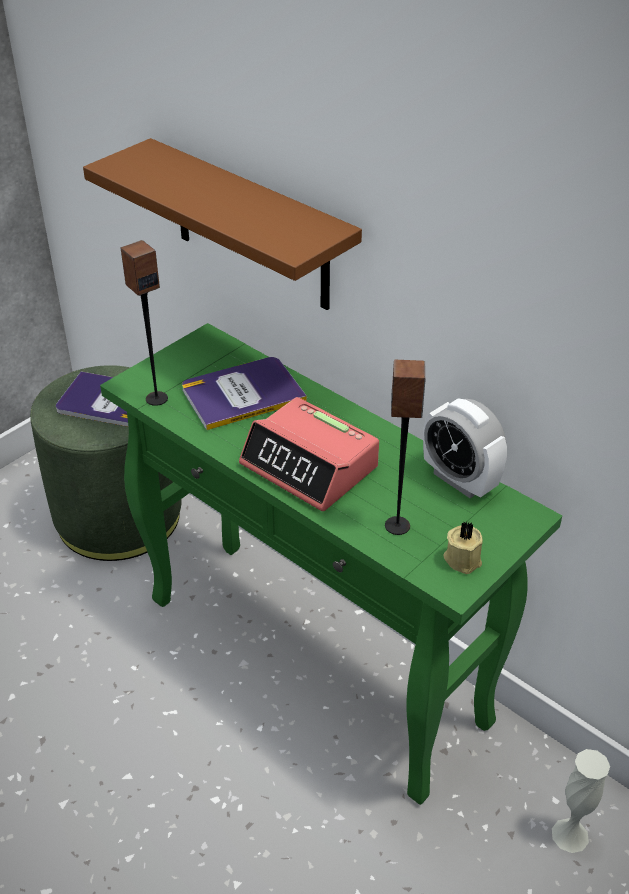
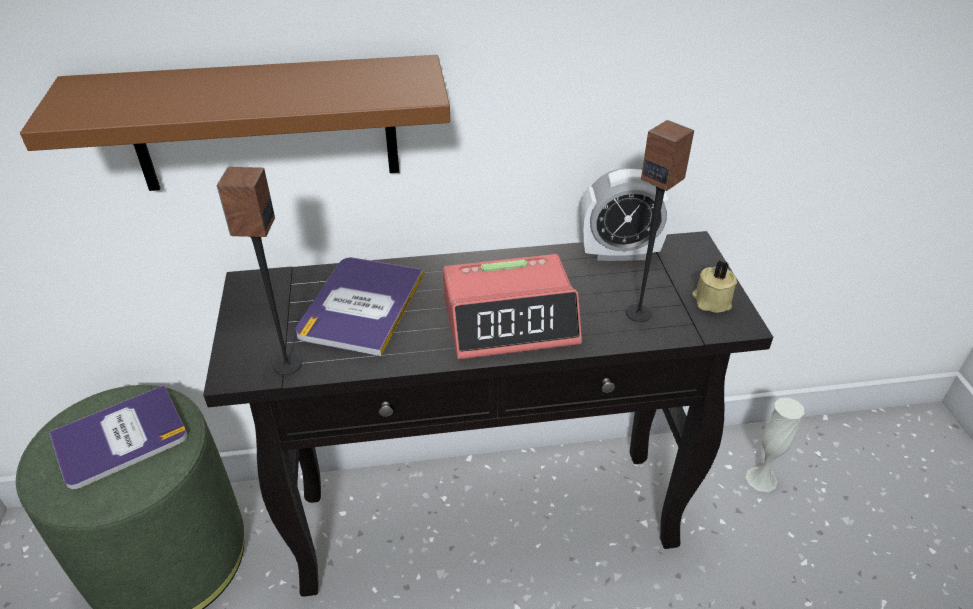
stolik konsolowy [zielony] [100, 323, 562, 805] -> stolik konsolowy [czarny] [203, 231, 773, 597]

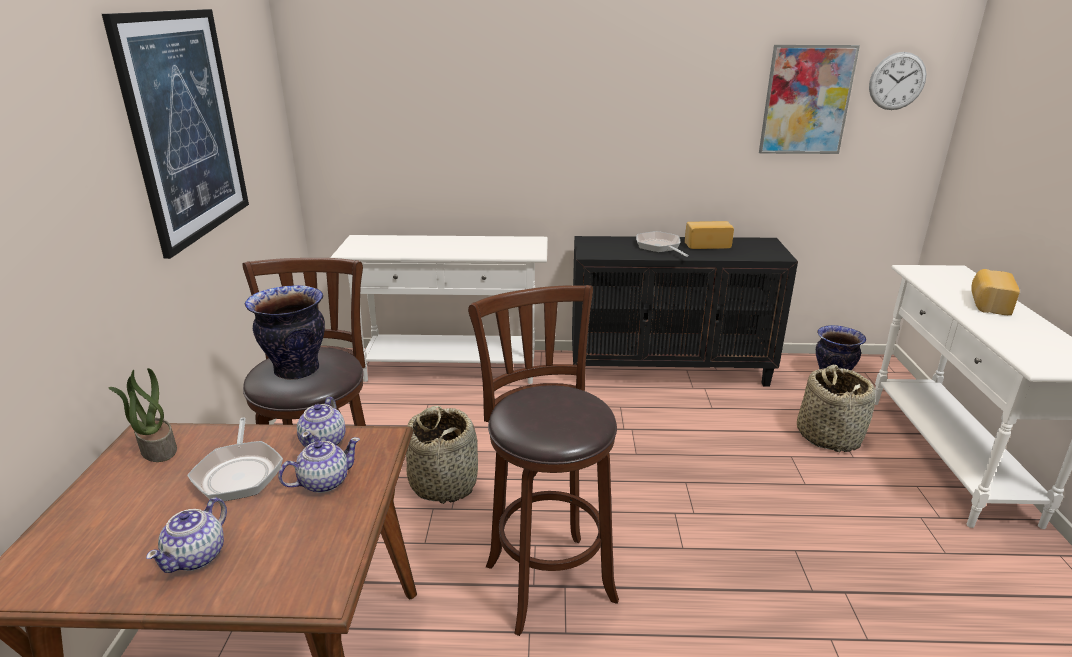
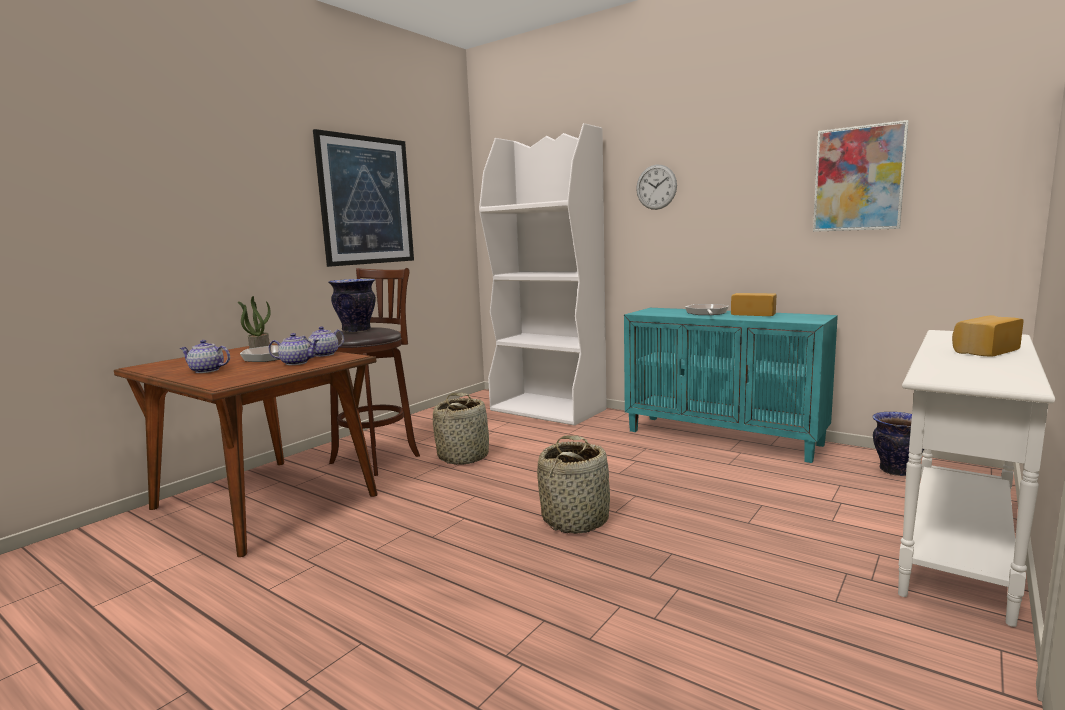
imbryk [146, 497, 227, 573] -> imbryk [180, 340, 230, 373], 45 degrees clockwise
stolik konsolowy [biały] [330, 235, 548, 384] -> regał [biały] [479, 123, 607, 426]
koszyk [797, 365, 875, 452] -> koszyk [537, 435, 610, 534], move
szafka [czarny] [572, 236, 798, 386] -> szafka [turkusowy] [624, 308, 838, 463]
zegar ścienny [869, 52, 926, 110] -> zegar ścienny [636, 165, 677, 210], move
stołek [brązowy] [468, 285, 619, 636] -> none

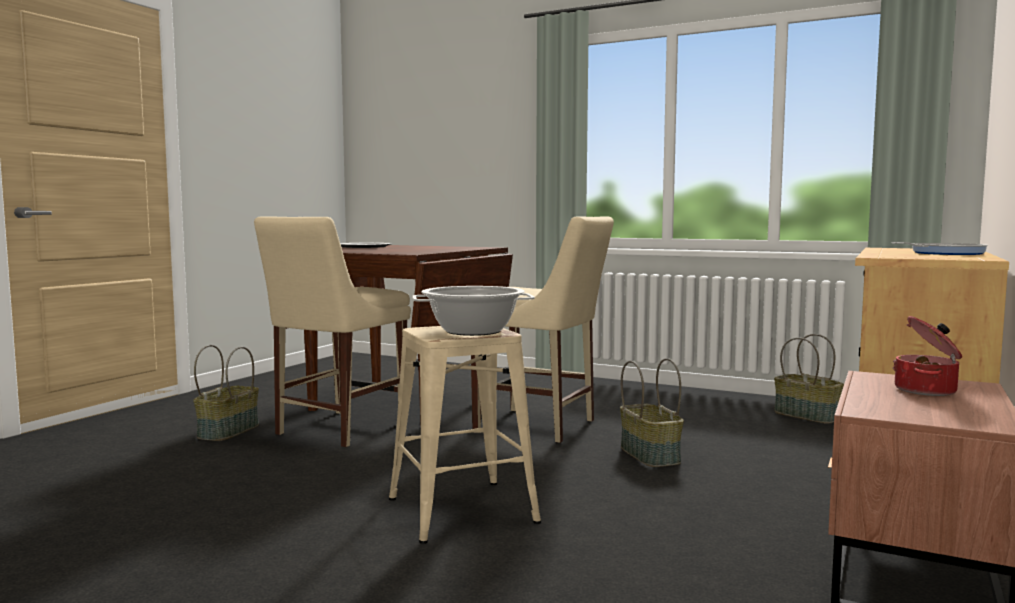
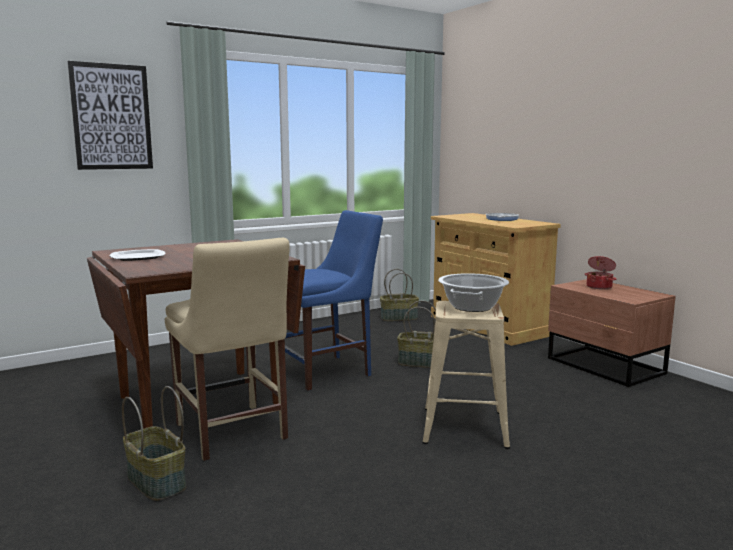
none -> obraz [67, 61, 153, 170]
krzesło [beżowy] [471, 216, 614, 443] -> krzesło [niebieski] [285, 210, 383, 391]

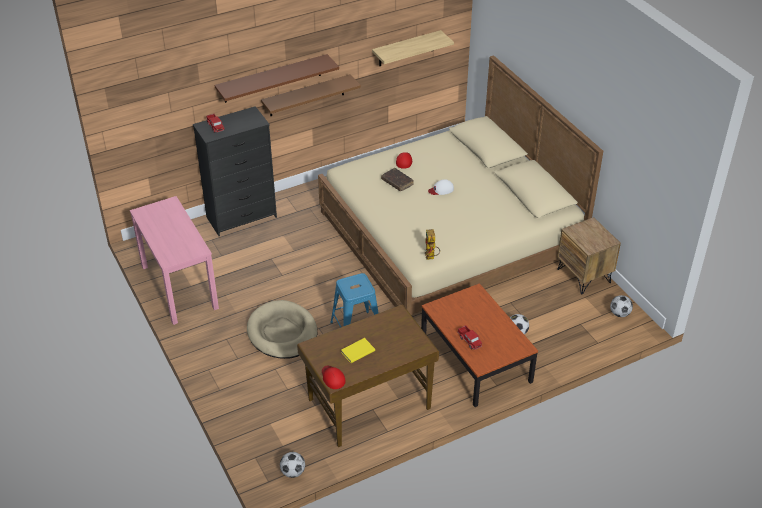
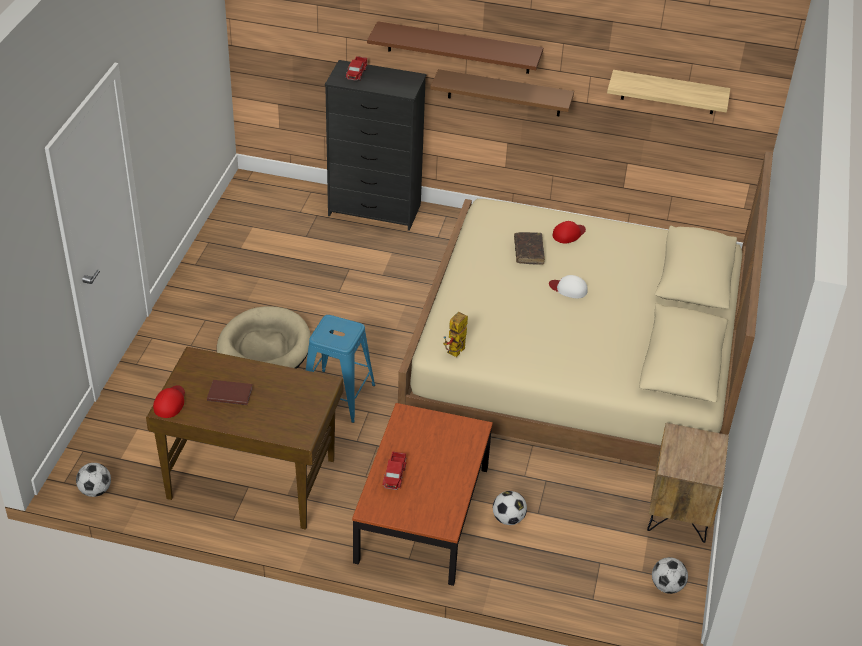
książka [żółty] [341, 338, 375, 363] -> książka [brązowy] [207, 380, 253, 405]
stolik konsolowy [różowy] [130, 196, 219, 325] -> none

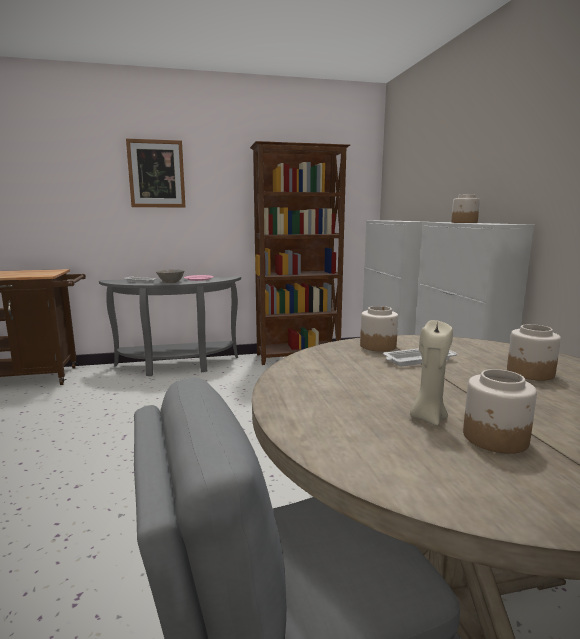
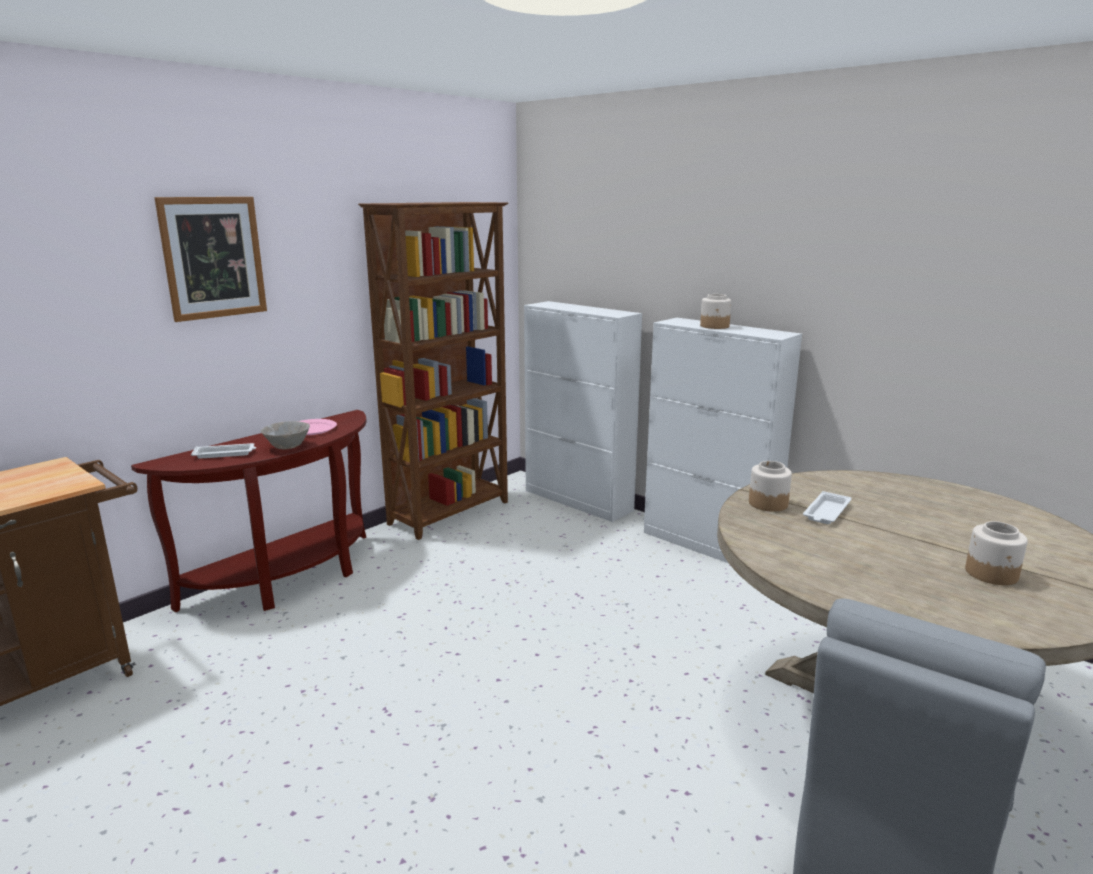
stolik konsolowy [szary] [99, 276, 241, 376] -> stolik konsolowy [brązowy] [131, 410, 367, 612]
świeca [beżowy] [410, 320, 453, 426] -> none
słoik [507, 324, 561, 381] -> none

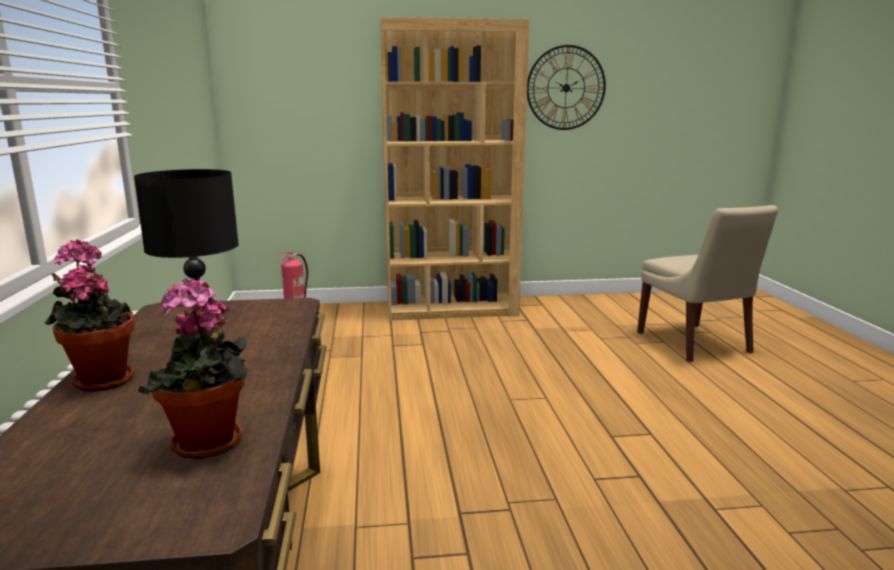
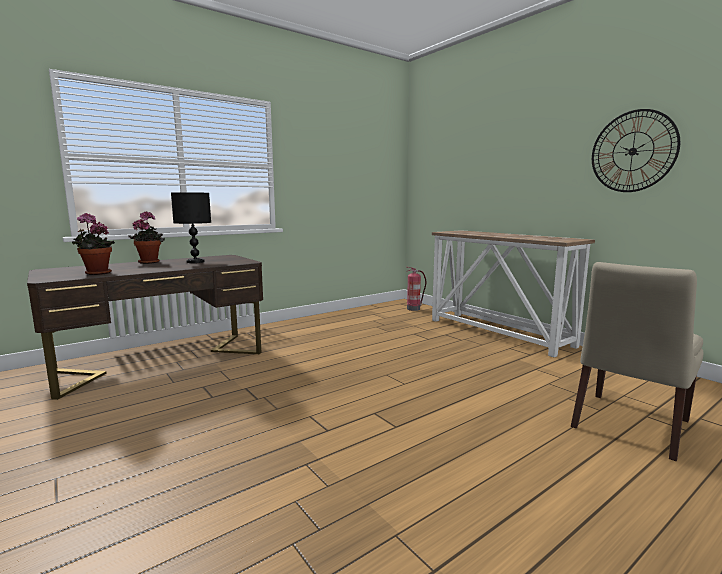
regał [brązowy] [380, 17, 529, 320] -> stolik konsolowy [432, 230, 595, 357]

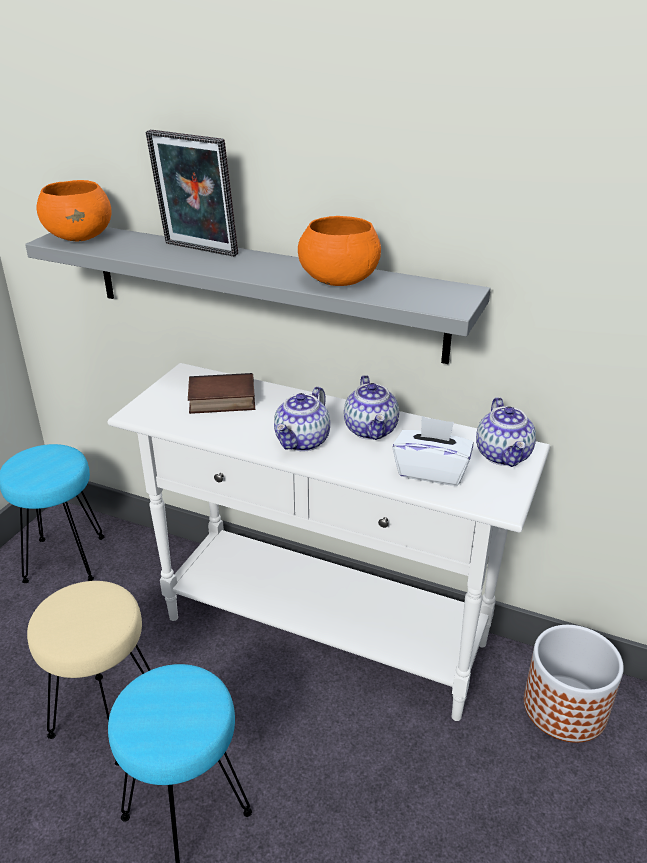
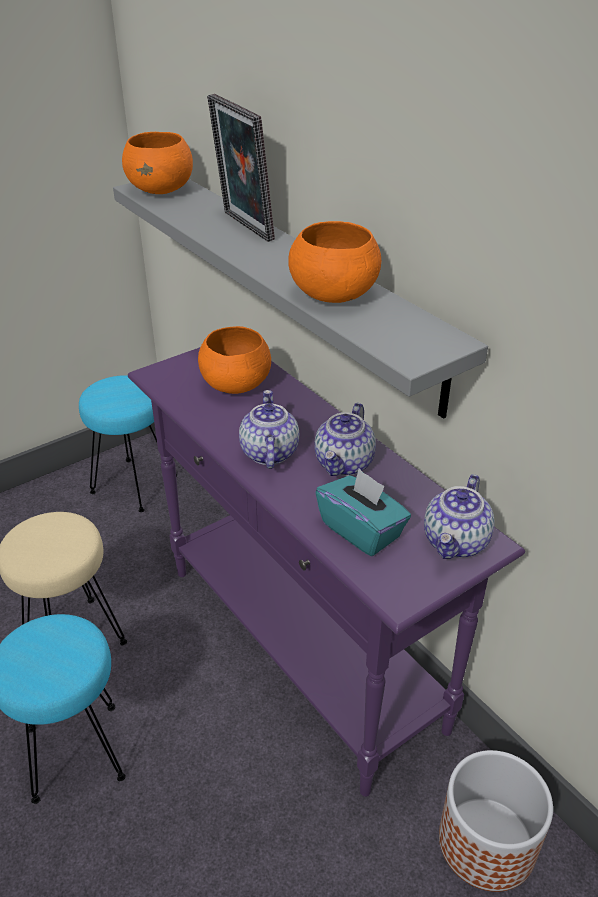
stolik konsolowy [biały] [108, 363, 550, 721] -> stolik konsolowy [fioletowy] [128, 347, 525, 797]
książka [188, 373, 255, 414] -> miska [pomarańczowy] [198, 326, 271, 394]
imbryk [274, 386, 330, 451] -> imbryk [239, 390, 299, 469], 120 degrees clockwise
pudełko chusteczek [biały] [393, 416, 474, 486] -> pudełko chusteczek [turkusowy] [315, 468, 411, 556]

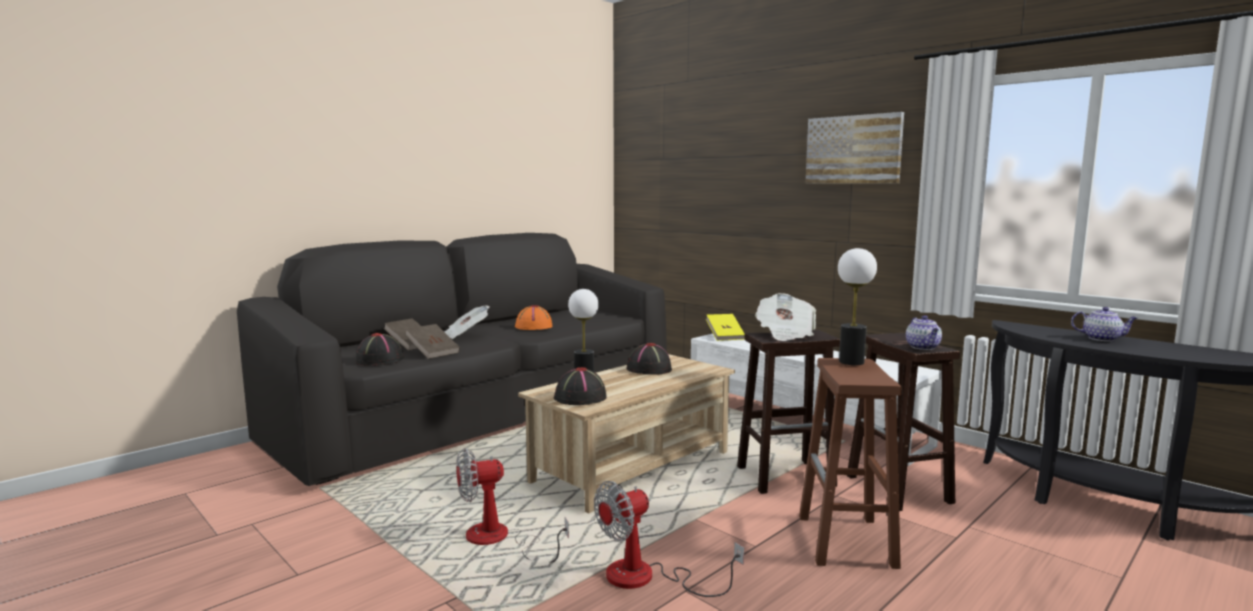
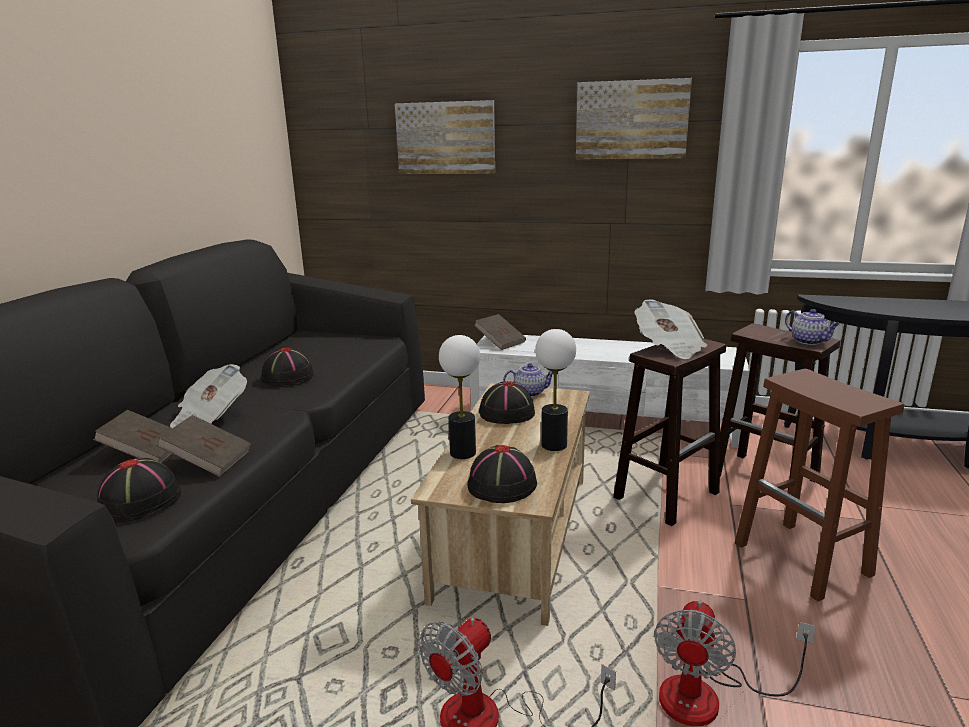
kapelusz [pomarańczowy] [515, 305, 552, 330] -> kapelusz [czarny] [261, 348, 314, 386]
none -> obraz [395, 100, 495, 174]
książka [żółty] [706, 314, 745, 341] -> książka [brązowy] [474, 314, 526, 350]
imbryk [1071, 307, 1137, 341] -> imbryk [503, 363, 553, 397], move
lampa stołowa [838, 248, 877, 365] -> lampa stołowa [535, 329, 576, 451], move

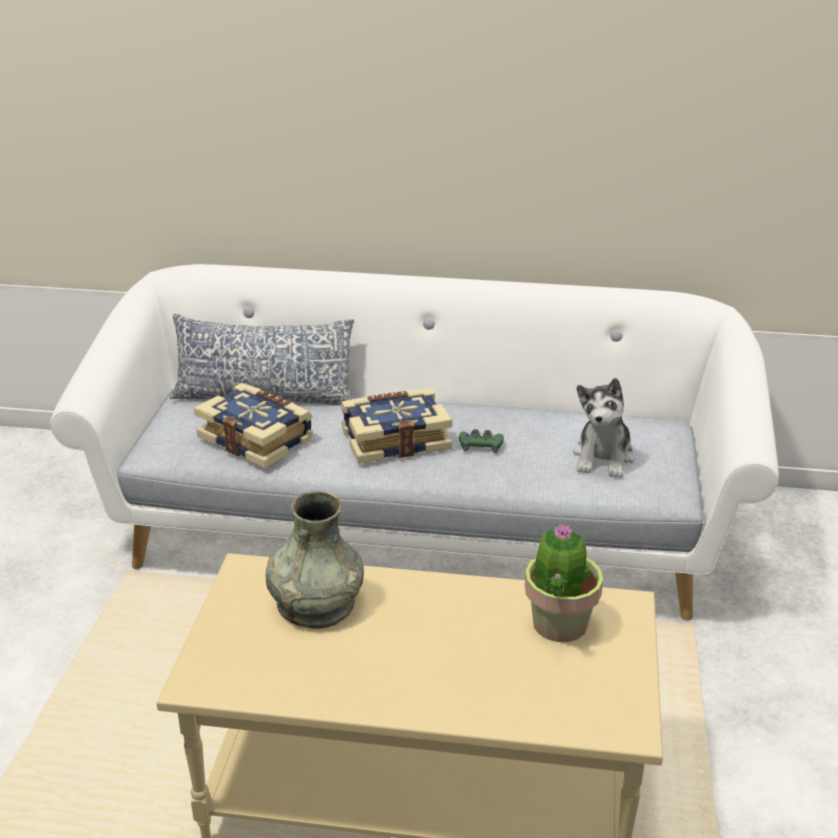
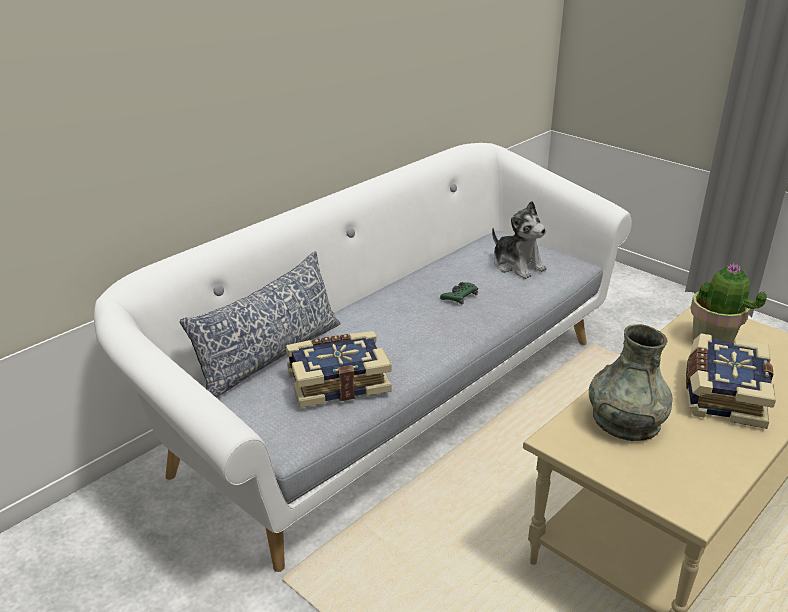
książka [341, 388, 452, 464] -> książka [686, 334, 776, 429], move

